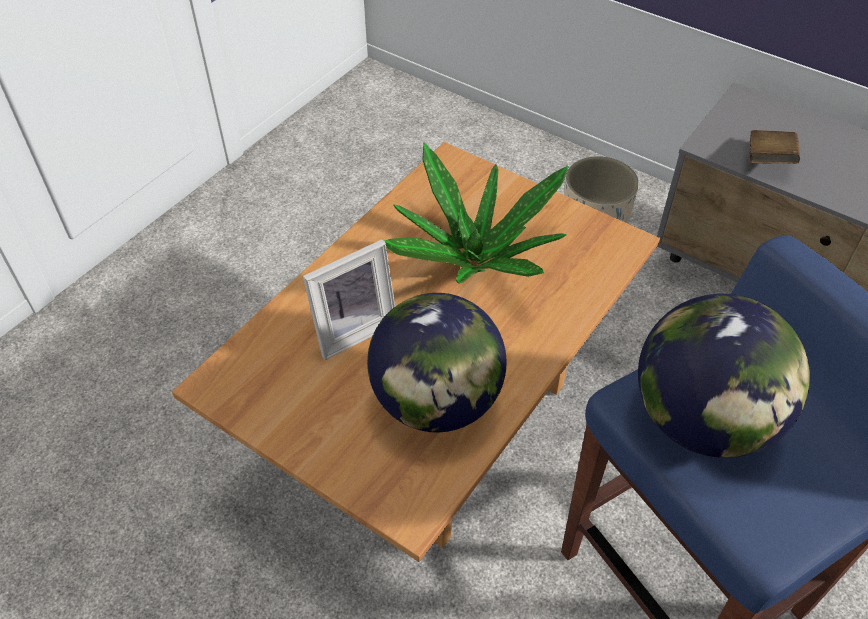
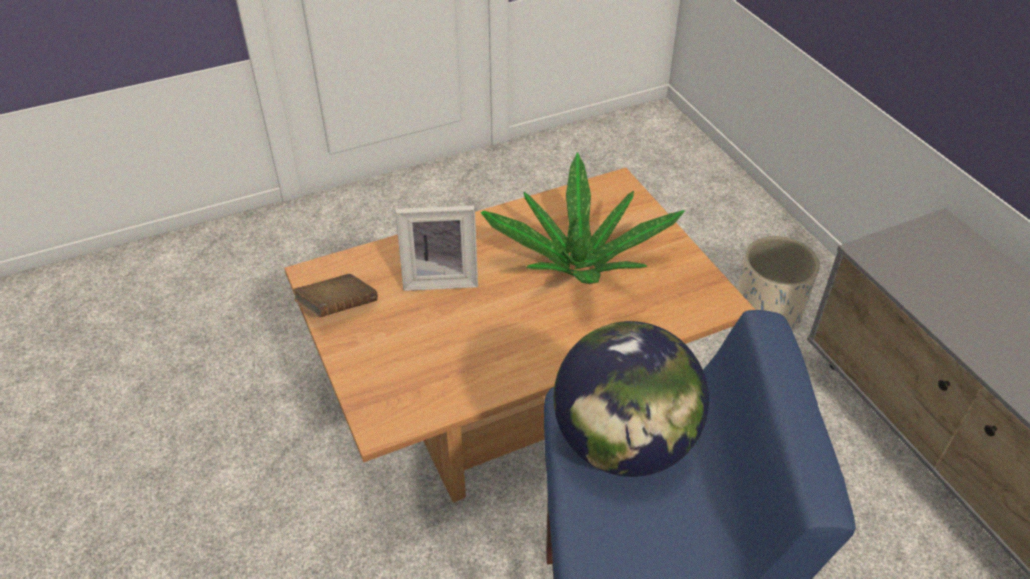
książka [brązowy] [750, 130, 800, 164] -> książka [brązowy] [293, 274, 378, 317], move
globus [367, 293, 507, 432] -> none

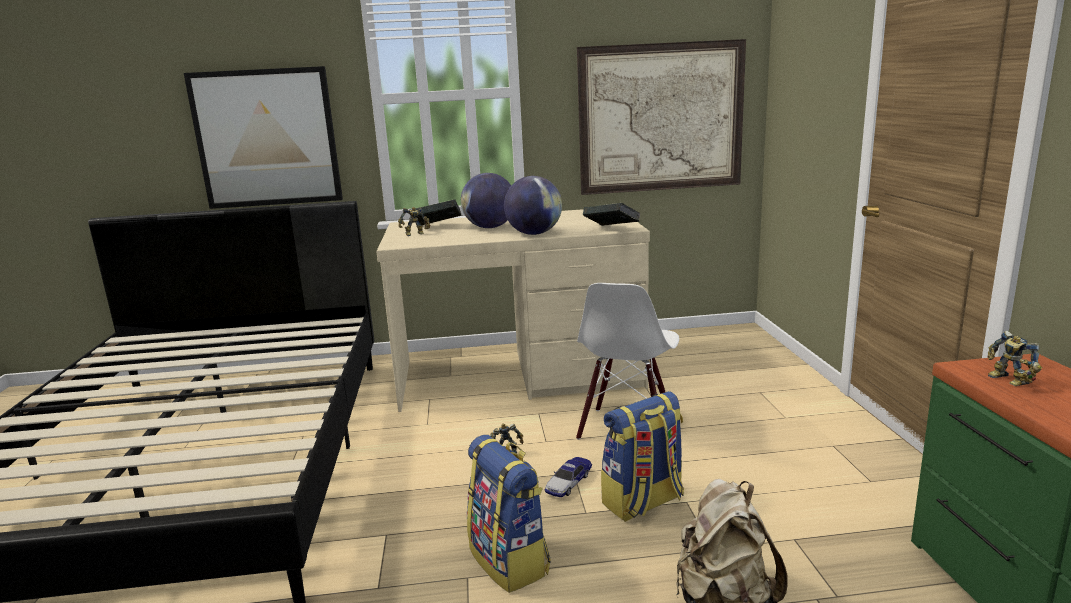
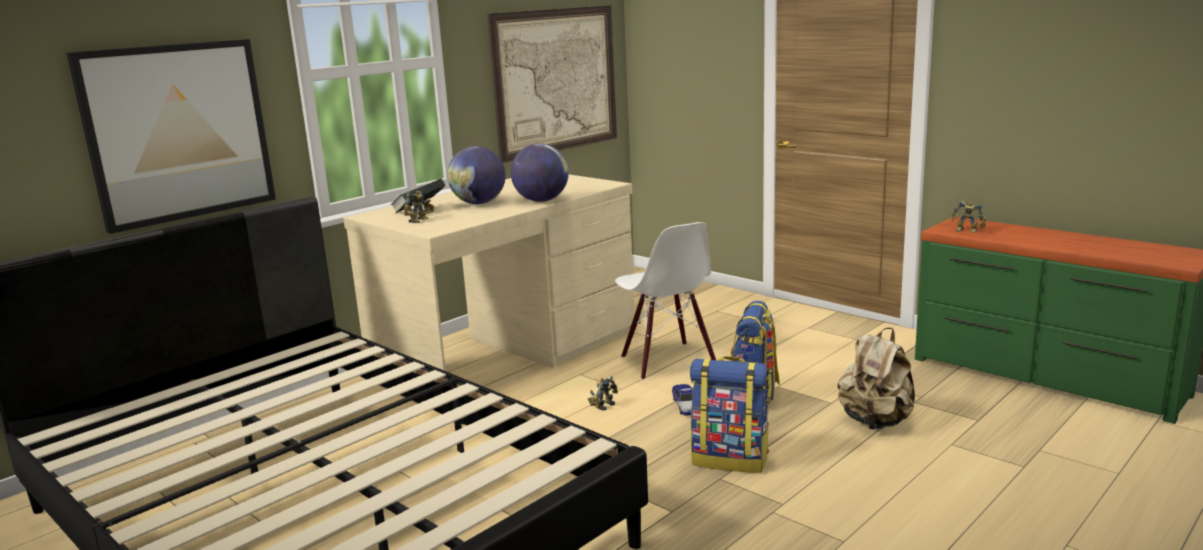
książka [583, 203, 641, 226] -> none

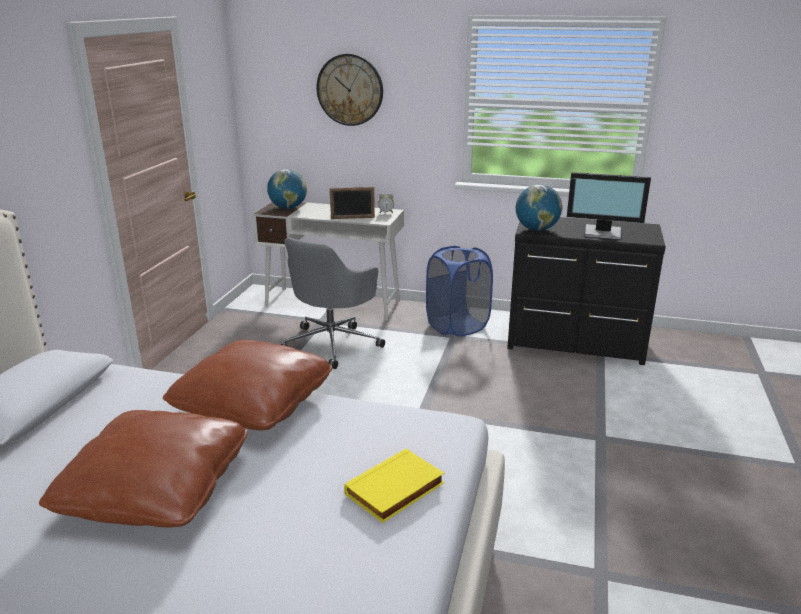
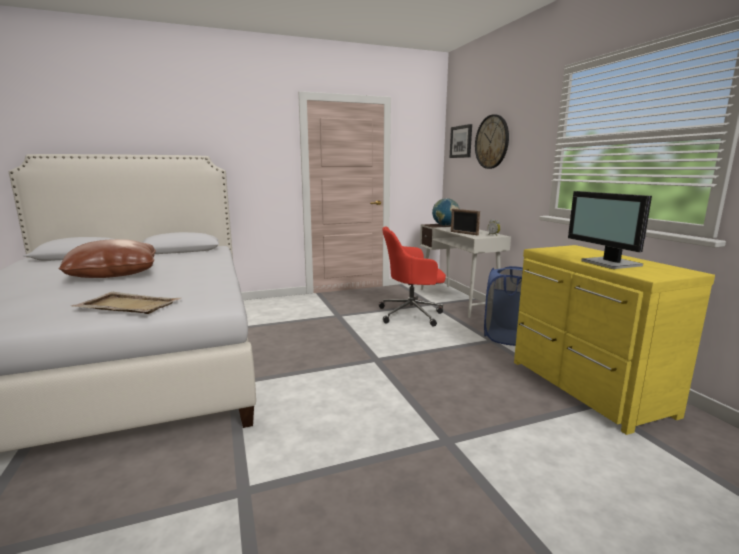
książka [żółty] [344, 448, 444, 523] -> taca [beżowy] [71, 292, 181, 314]
krzesło biurowe [szary] [281, 237, 385, 369] -> krzesło biurowe [czerwony] [379, 227, 446, 327]
none -> obraz [450, 124, 472, 158]
komoda [czarny] [507, 217, 666, 365] -> komoda [żółty] [514, 245, 715, 435]
poduszka [brązowy] [163, 340, 332, 430] -> none
globus [516, 184, 562, 231] -> none

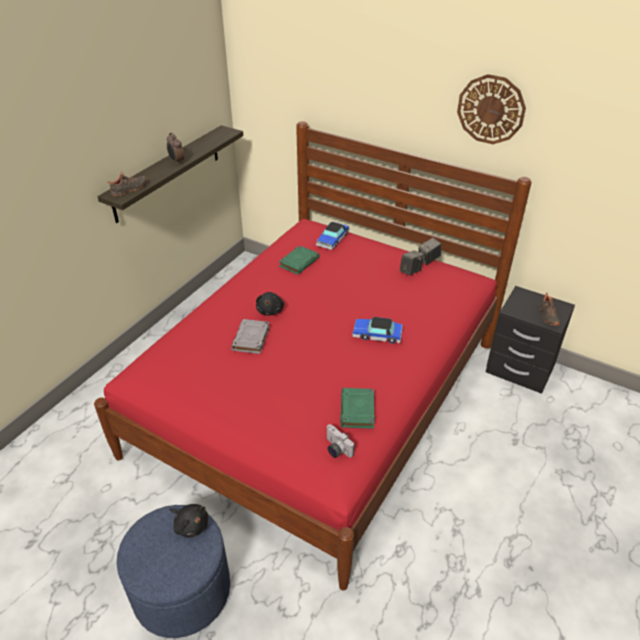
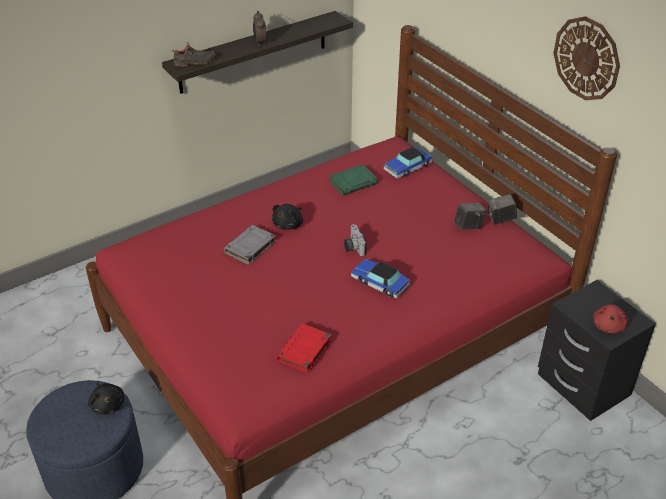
książka [zielony] [340, 388, 375, 429] -> książka [czerwony] [276, 323, 332, 373]
aparat fotograficzny [326, 424, 355, 458] -> aparat fotograficzny [344, 224, 367, 256], move
but [czarny] [539, 293, 560, 326] -> pluszak [czerwony] [593, 304, 629, 333]

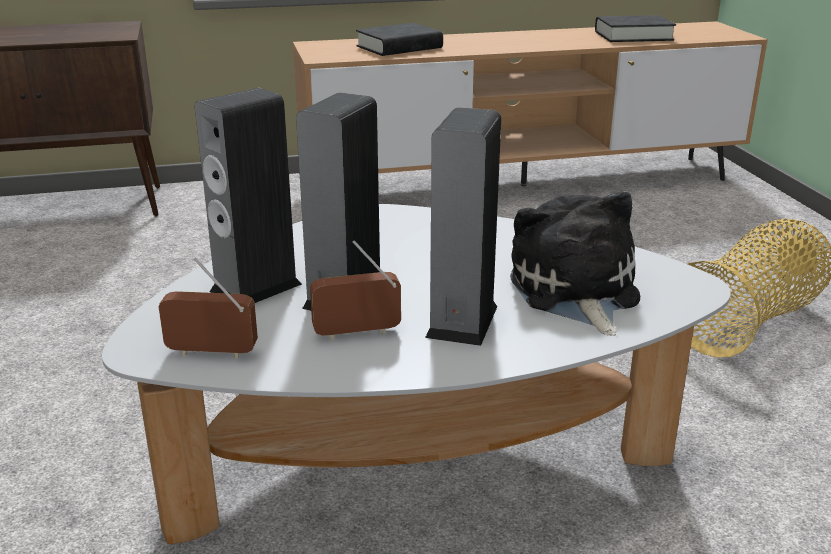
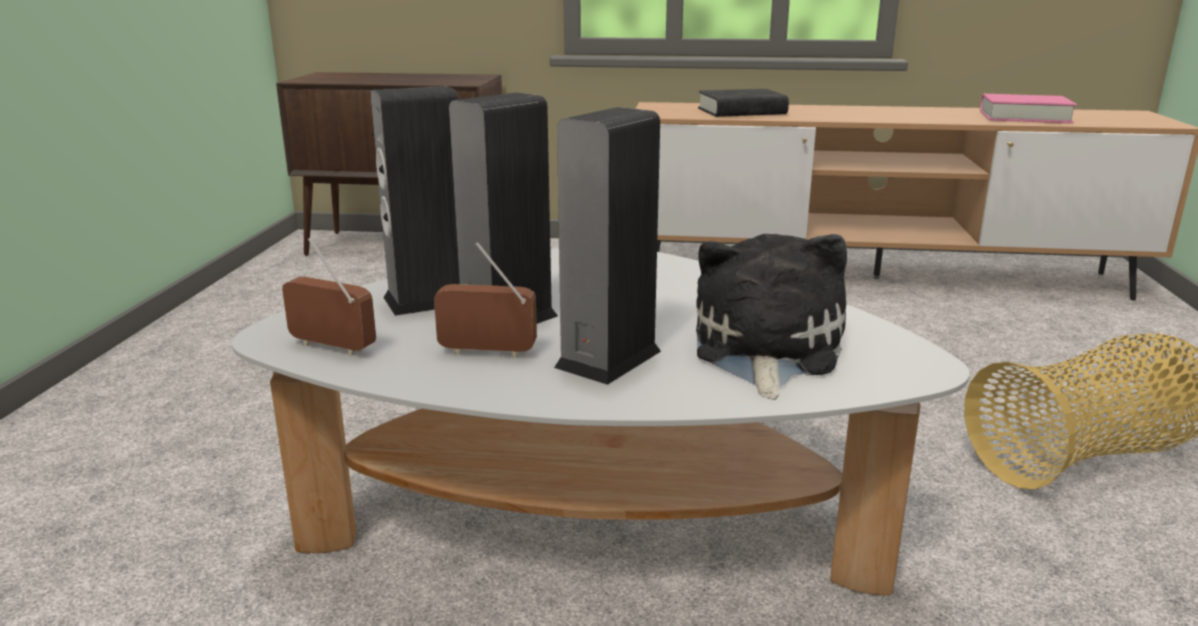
książka [czarny] [595, 15, 676, 42] -> książka [różowy] [980, 94, 1077, 123]

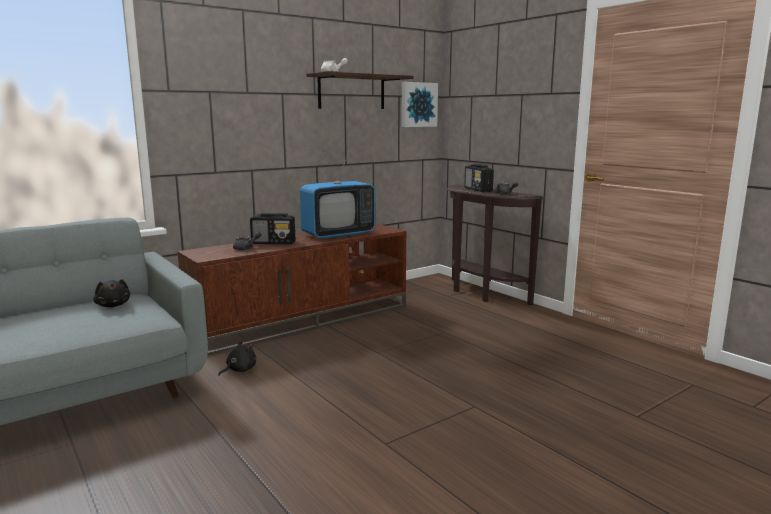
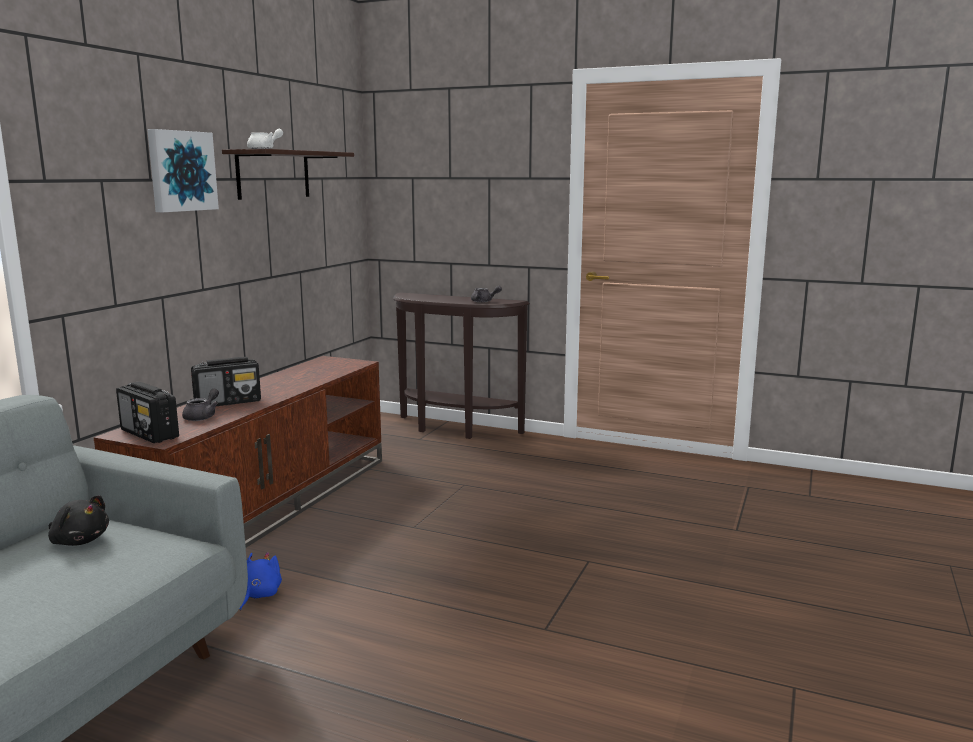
radio [464, 164, 494, 192] -> radio [116, 382, 179, 443], move
obraz [401, 82, 438, 127] -> obraz [147, 129, 219, 212], move
pluszak [czarny] [218, 341, 256, 376] -> pluszak [niebieski] [239, 552, 282, 611]
telewizor [300, 148, 376, 239] -> none

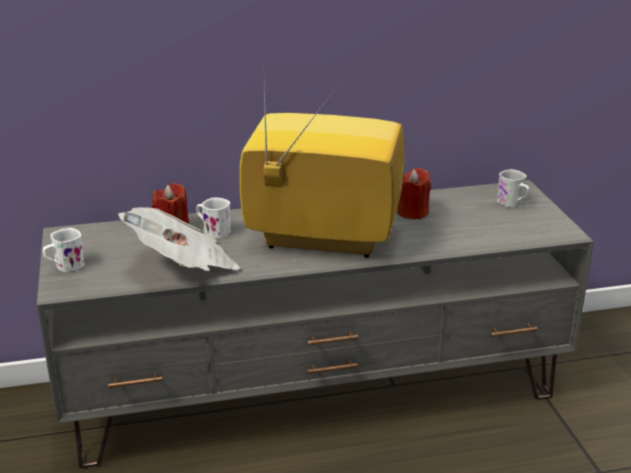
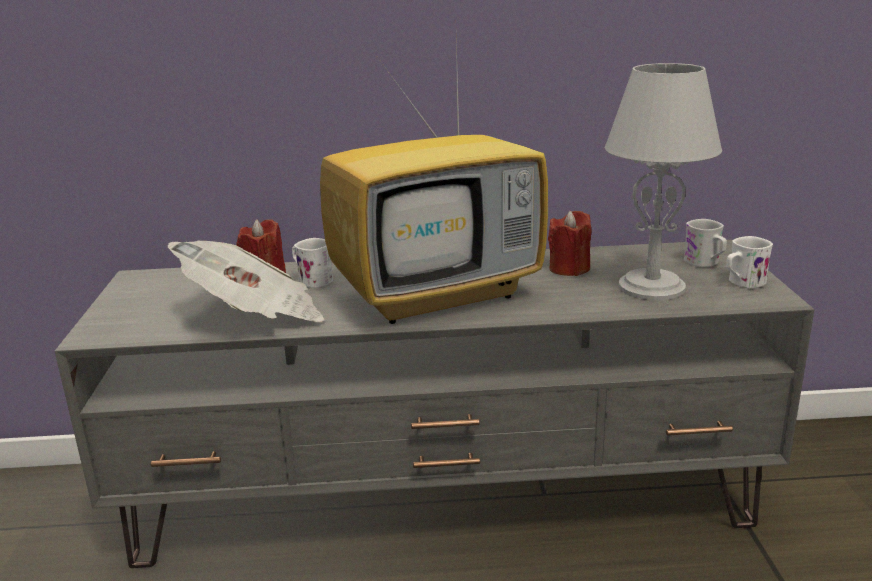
telewizor [240, 81, 404, 258] -> telewizor [320, 41, 548, 324], 135 degrees clockwise
none -> lampa stołowa [szary] [605, 63, 722, 300]
kubek [biały] [43, 228, 85, 272] -> kubek [biały] [726, 236, 773, 288], move

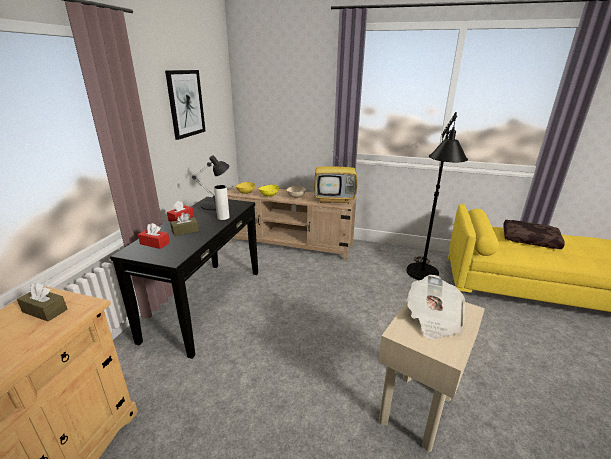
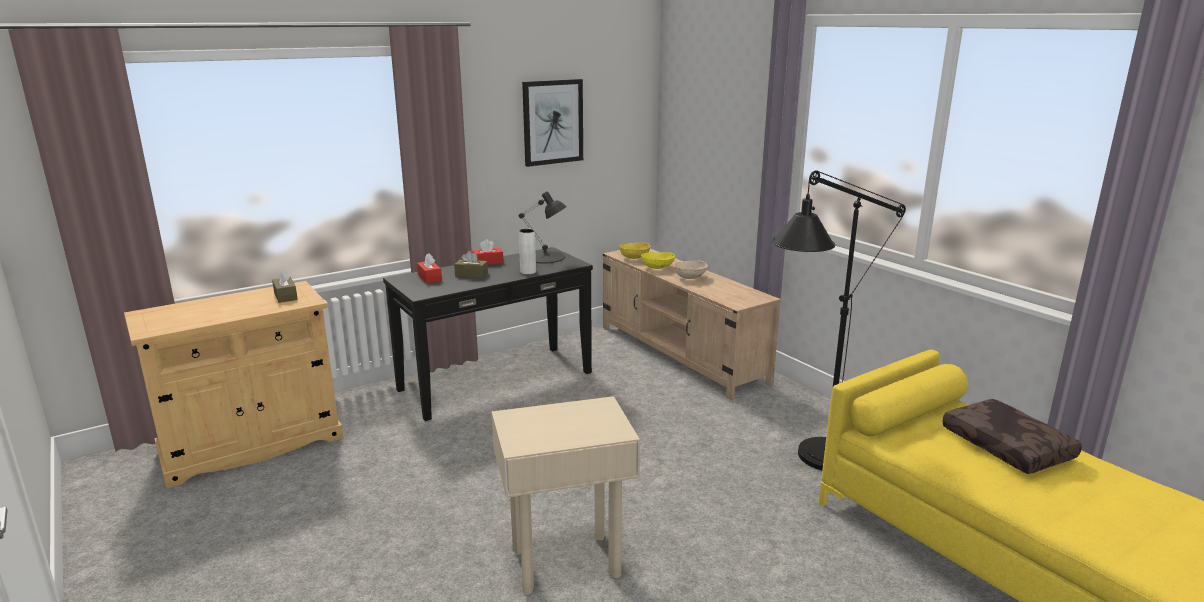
telewizor [314, 145, 357, 204] -> none
gazeta [406, 275, 465, 340] -> none

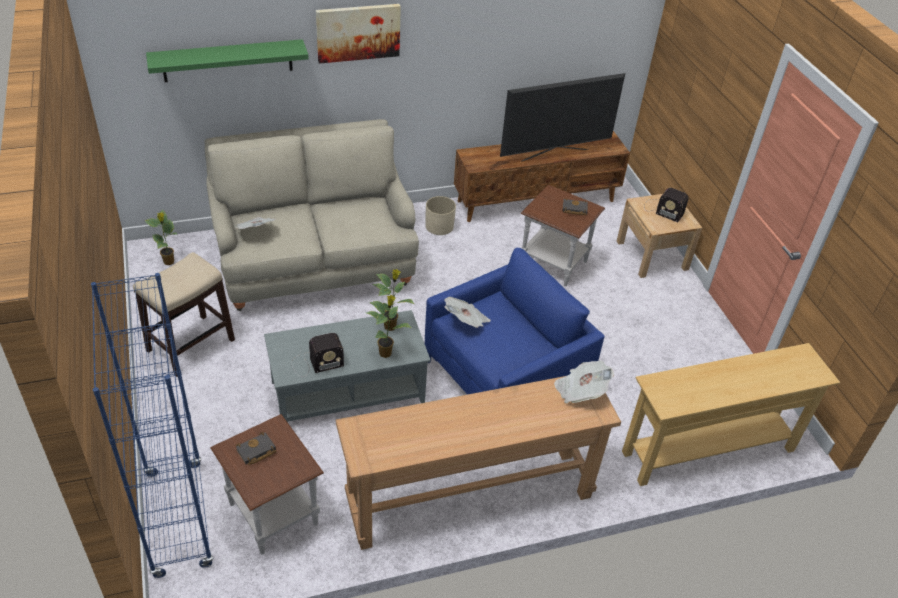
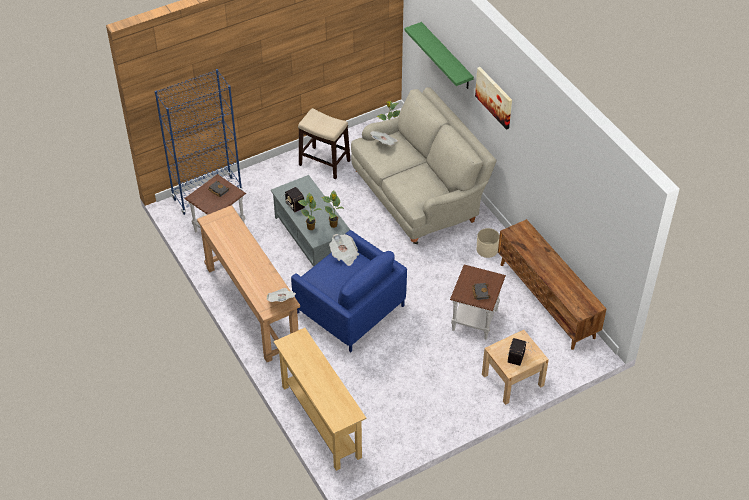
telewizor [500, 73, 625, 162] -> none

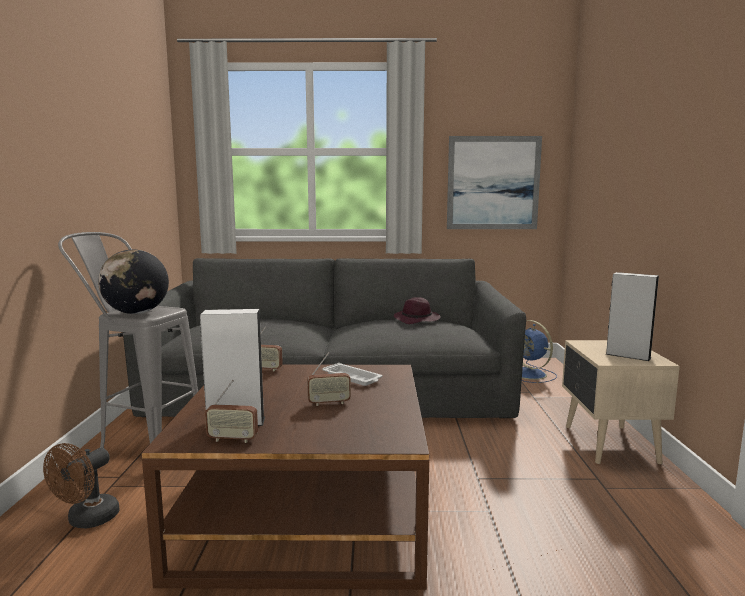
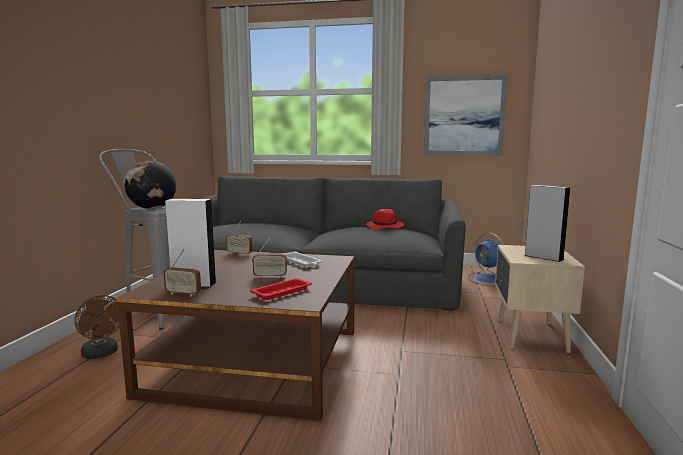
wentylator [brązowy] [43, 443, 120, 529] -> wentylator [brązowy] [75, 295, 120, 359], 75 degrees counterclockwise
none -> taca [czerwony] [250, 278, 312, 300]
kapelusz [fioletowy] [394, 297, 441, 324] -> kapelusz [czerwony] [366, 209, 404, 230]

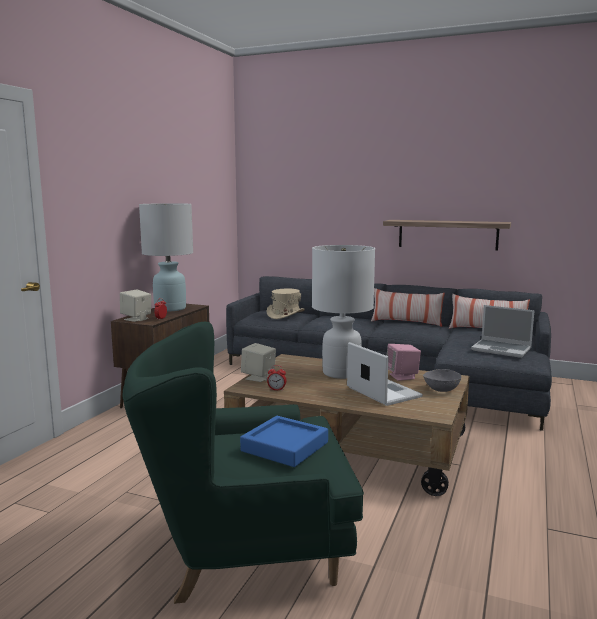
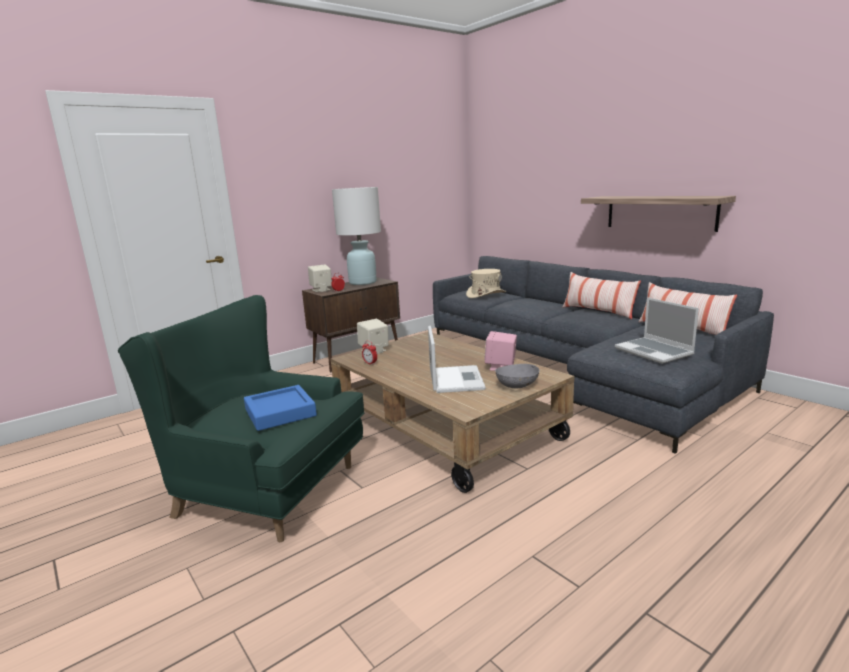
lampa stołowa [biały] [312, 245, 375, 379] -> none

